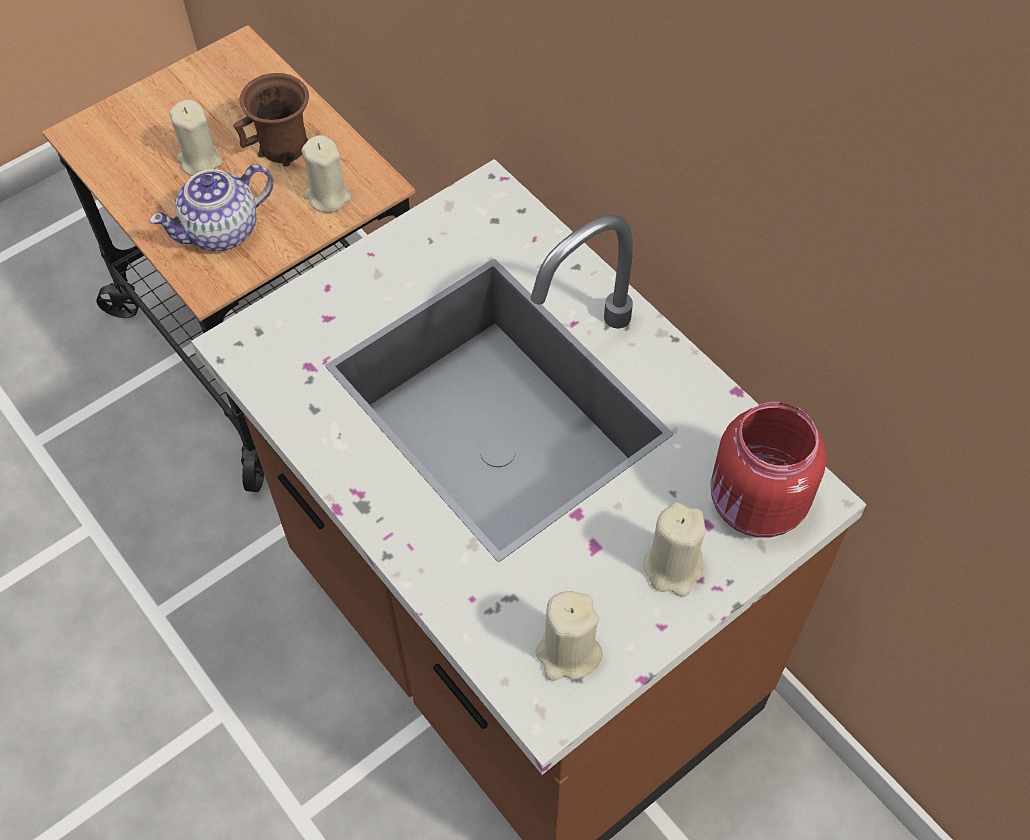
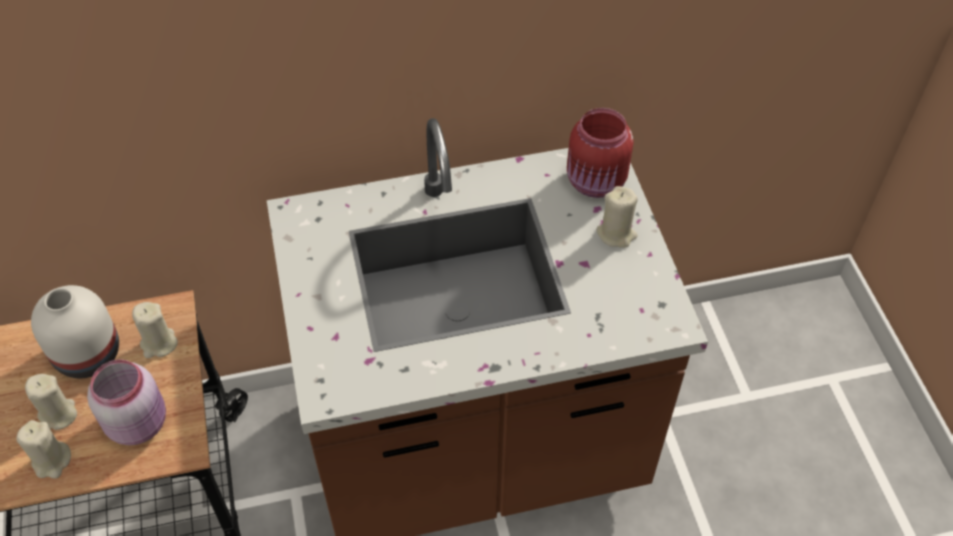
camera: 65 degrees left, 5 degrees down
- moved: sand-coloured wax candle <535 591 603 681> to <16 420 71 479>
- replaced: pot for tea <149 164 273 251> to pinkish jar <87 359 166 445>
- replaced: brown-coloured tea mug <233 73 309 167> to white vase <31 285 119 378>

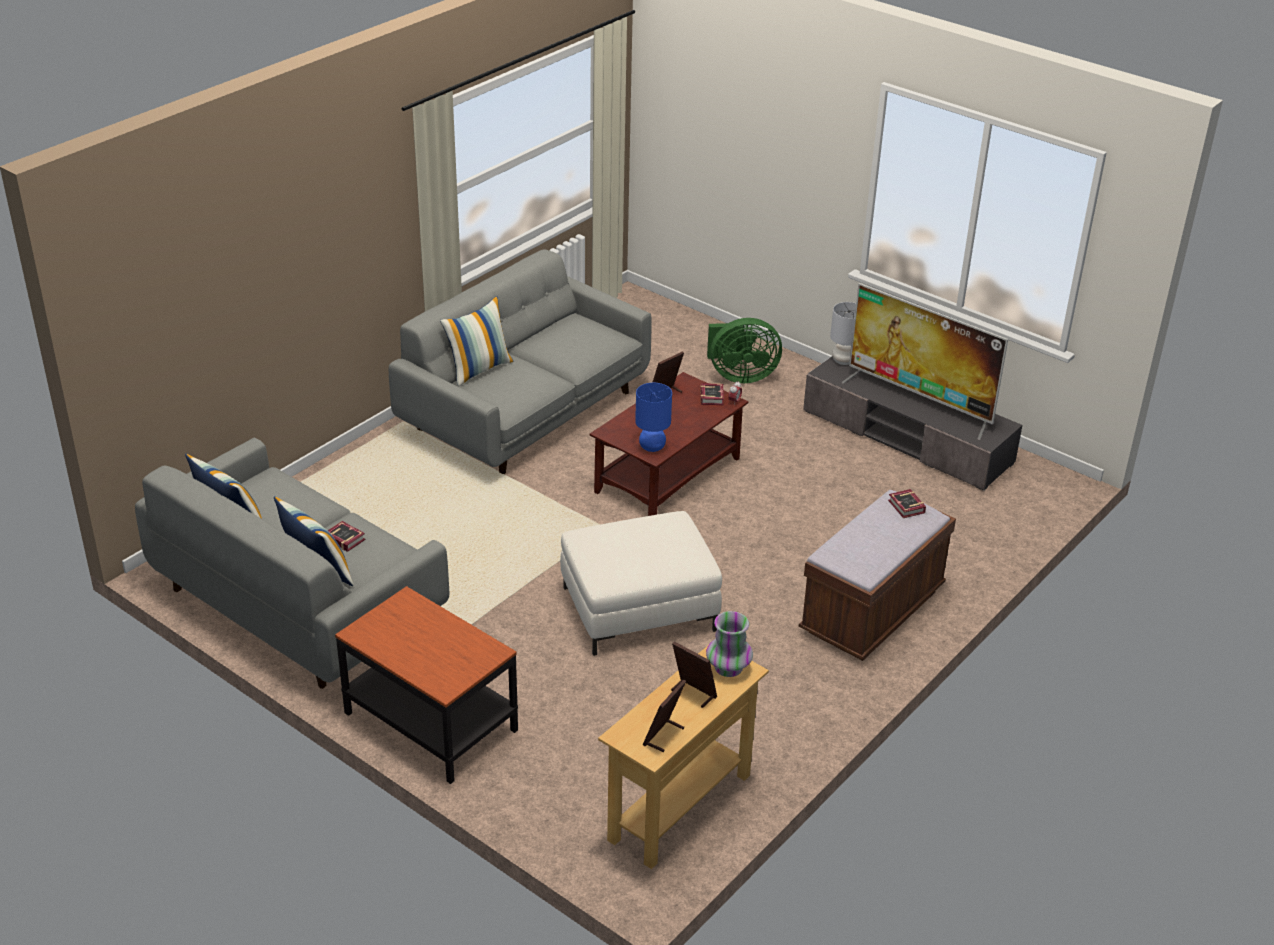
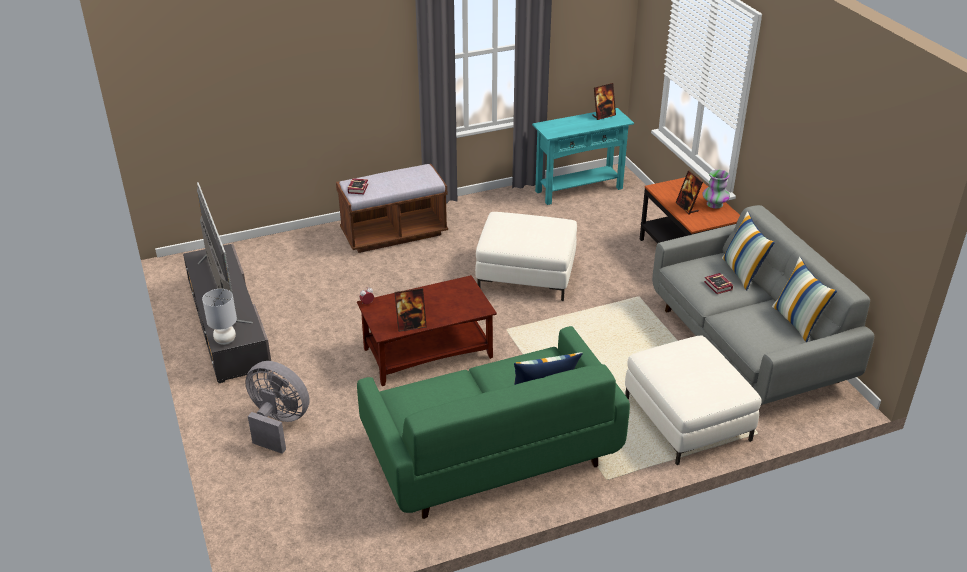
camera: 150 degrees left, 0 degrees up
- removed: blue-coloured lamp for a table <635 383 672 452>
- removed: bound book <700 383 724 405>
- added: white ottoman <625 336 762 465>
- moved: standing frame <671 641 717 708> to <676 170 703 215>
- moved: vase <706 611 753 677> to <703 169 730 209>
- recoloured: greyish settee <389 249 652 474> to green settee <357 326 630 519>
- recoloured: sand-coloured hall table <598 646 769 869> to turquoise-coloured hall table <532 108 634 205>
- recoloured: green electric fan <707 318 782 383> to greyish electric fan <245 361 310 454>

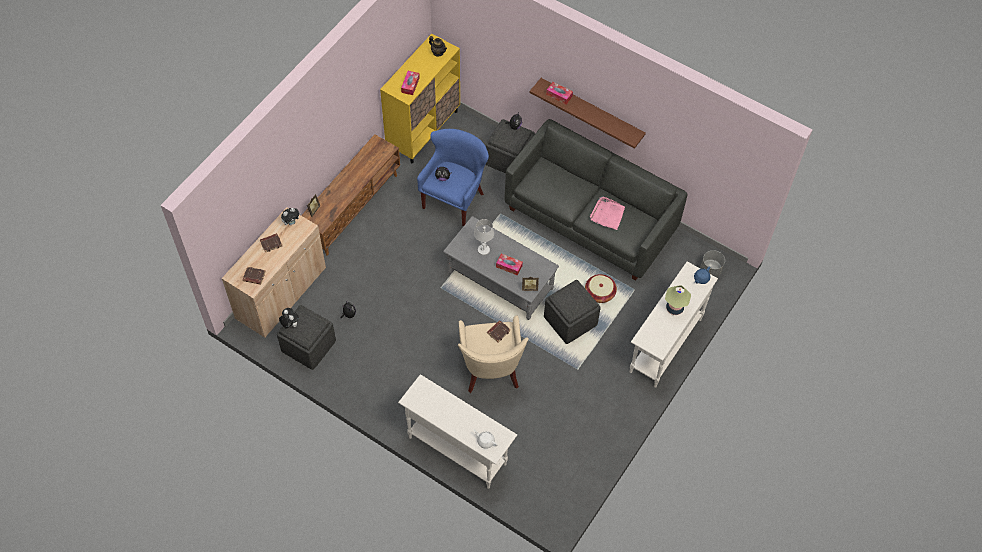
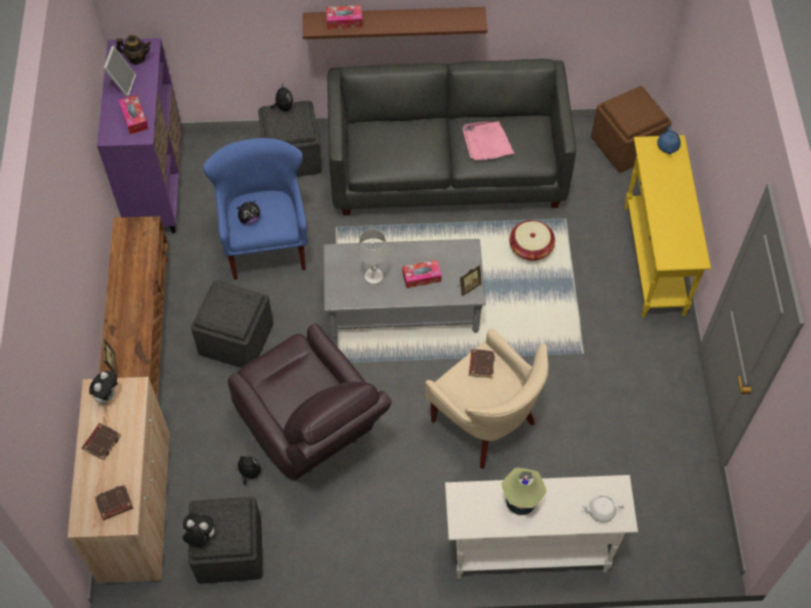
camera: 35 degrees left, 0 degrees up
- added: standing frame <104 46 136 97>
- added: brown-coloured easy chair <228 324 392 480>
- moved: greyish ottoman <544 280 601 344> to <191 280 273 368>
- moved: lamp for a table <665 285 691 315> to <501 468 547 515>
- replaced: greyish plant pot <701 250 725 277> to brown-coloured ottoman <591 86 672 173>
- recoloured: yellowish cupboard <380 34 460 163> to purplish cupboard <97 38 182 234>
- recoloured: white hall table <630 261 718 388> to yellowish hall table <624 135 711 318>

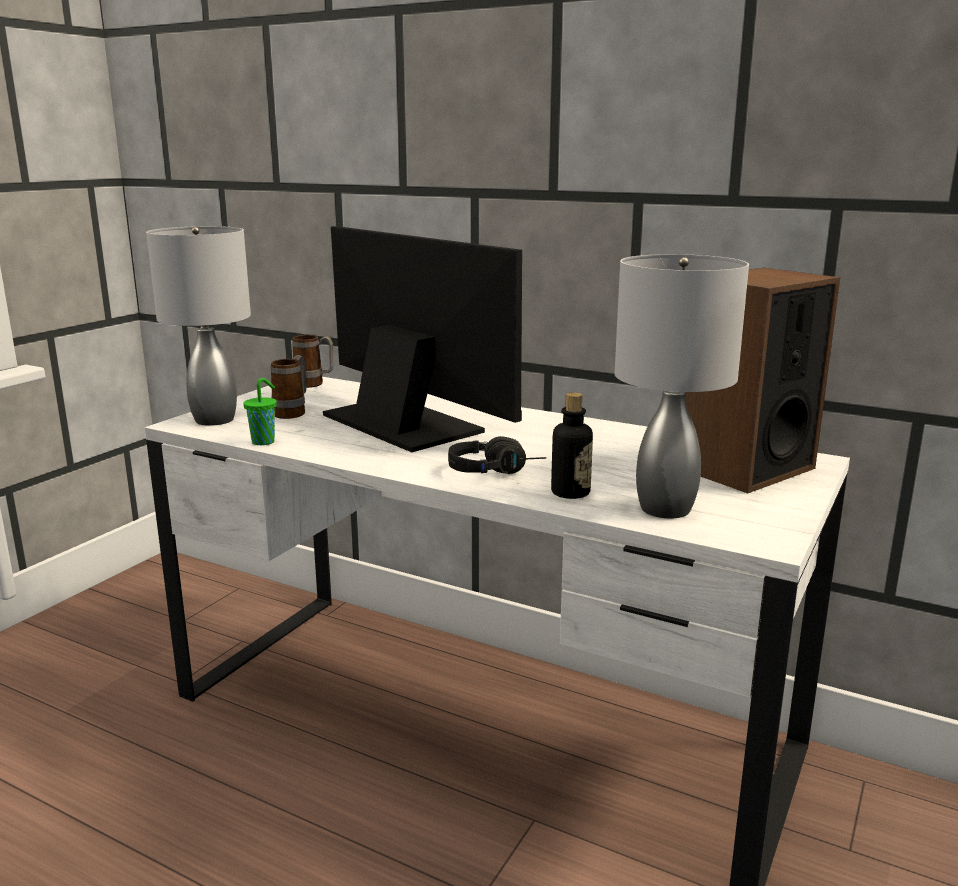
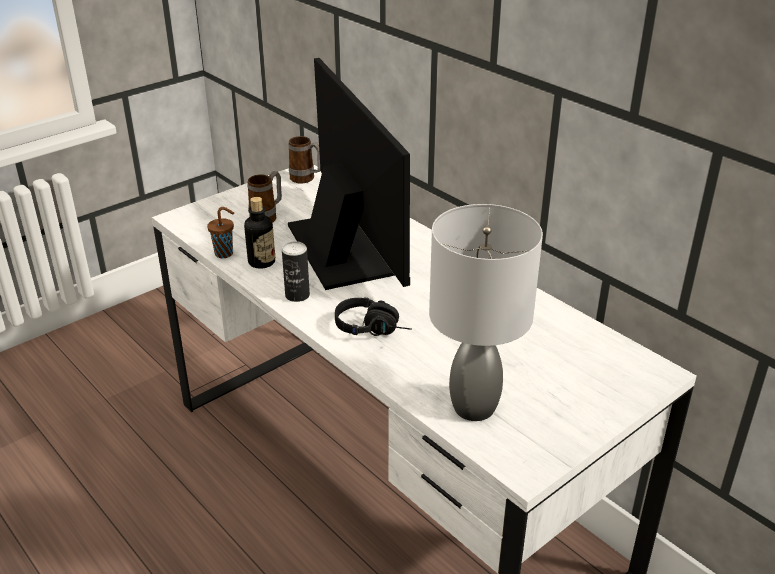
camera: 20 degrees right, 15 degrees up
- removed: greyish lamp for a table <146 226 251 426>
- removed: speaker <685 268 840 493>
- added: can <282 241 310 302>
- moved: bottle <551 392 593 499> to <244 197 275 269>
- recoloured: green small cup <243 378 277 445> to brown-coloured small cup <207 207 234 258>

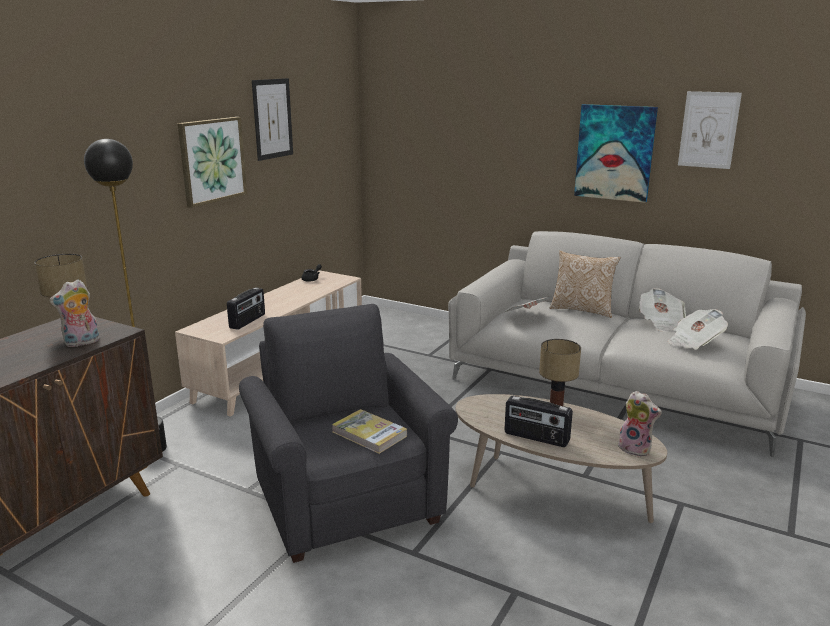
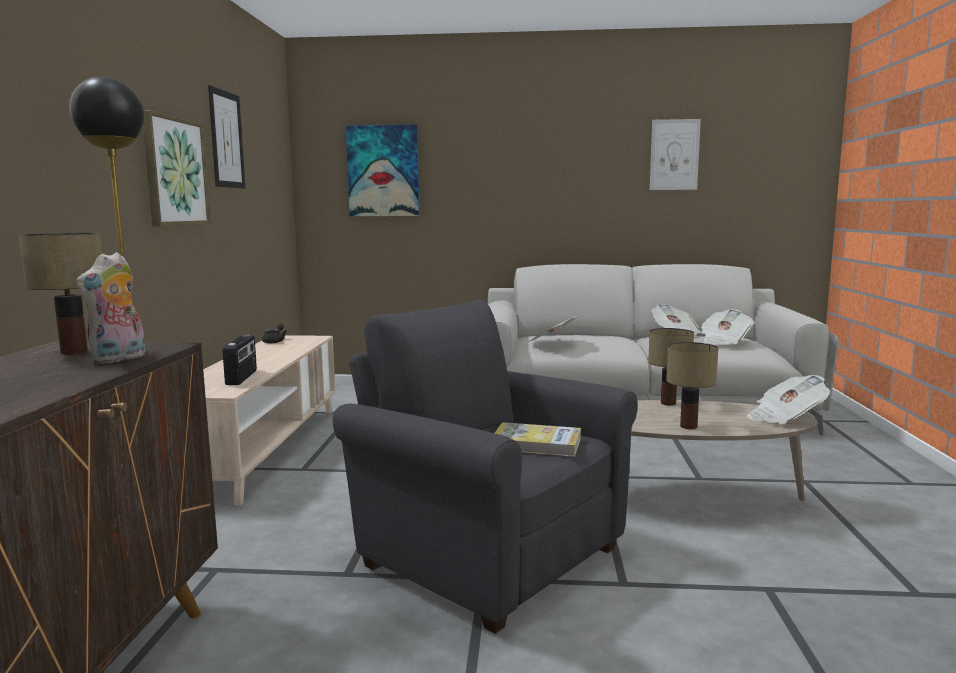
camera: 25 degrees left, 10 degrees down
- removed: throw pillow <550 250 621 318>
- moved: wall art <574 104 658 203> to <346 124 419 216>
- replaced: radio <504 396 573 447> to lamp for a table <666 342 718 429>
- replaced: soft toy <618 391 662 457> to daily paper <747 375 830 424>

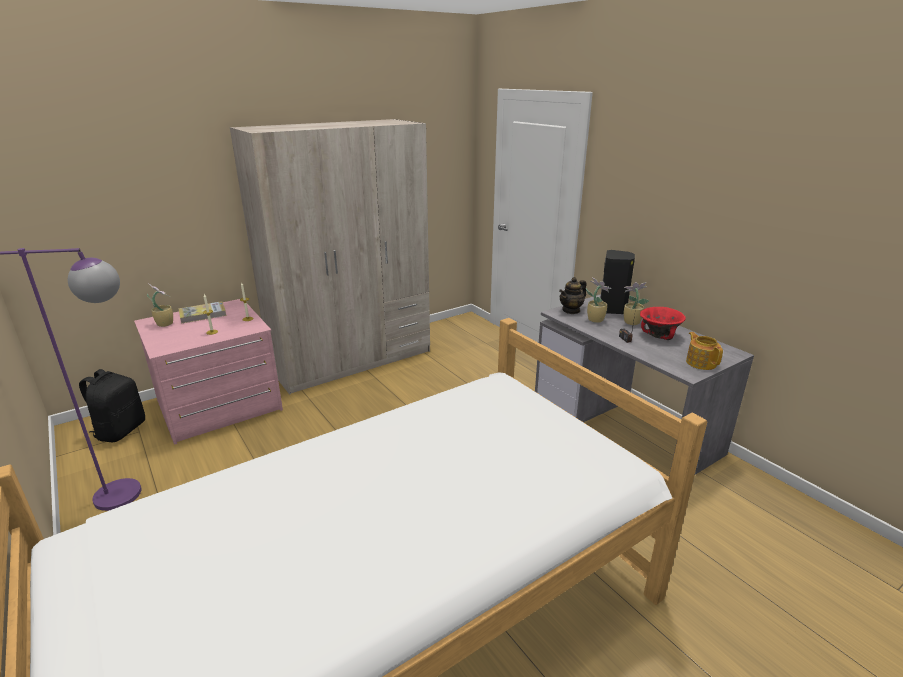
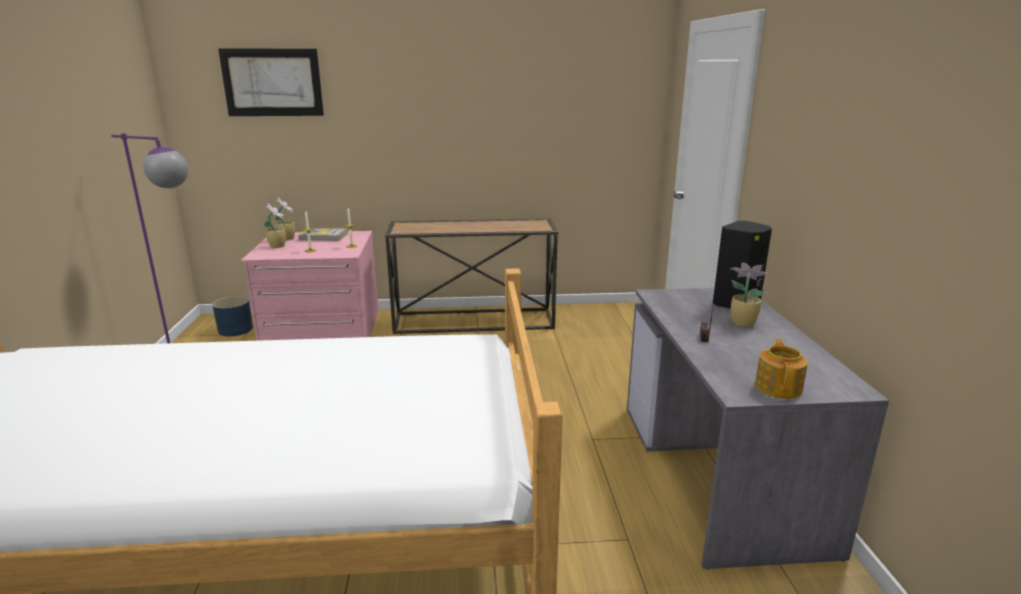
camera: 30 degrees right, 5 degrees down
- removed: pot for tea <559 277 587 314>
- removed: red deep dish <640 307 686 340>
- added: wall art <218 49 324 116>
- moved: houseplant <586 278 611 323> to <264 203 286 248>
- replaced: black-coloured rucksack <79 369 145 442> to blue-coloured plant pot <212 296 253 336>
- replaced: sand-coloured clothes cupboard <230 119 430 395> to hall table <385 218 559 334>

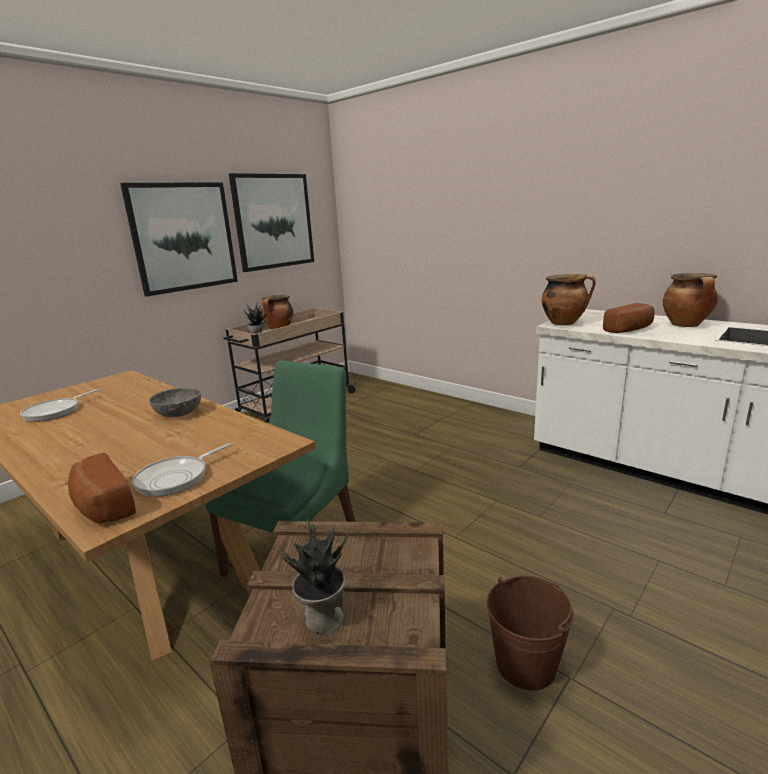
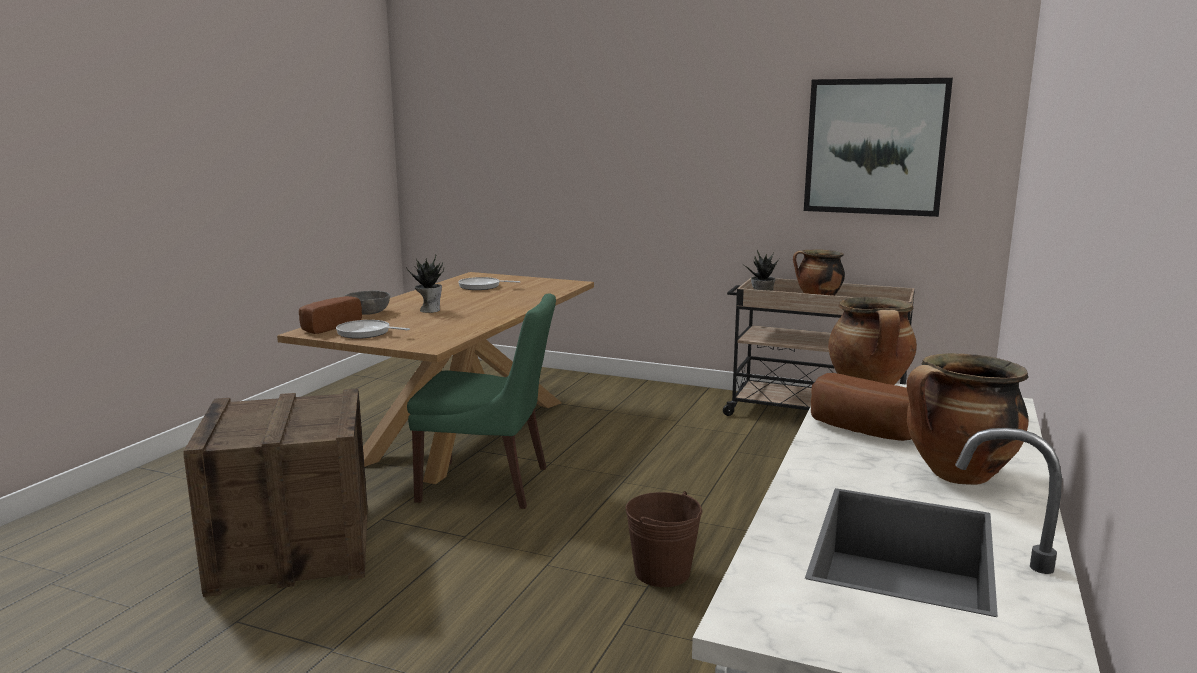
camera: 70 degrees right, 5 degrees down
- removed: wall art <120 182 238 296>
- moved: greyish deep dish <149 388 201 417> to <344 291 390 315>
- moved: houseplant <273 518 349 635> to <406 254 444 313>
- moved: brown-coloured pail <487 575 574 691> to <625 491 702 587>

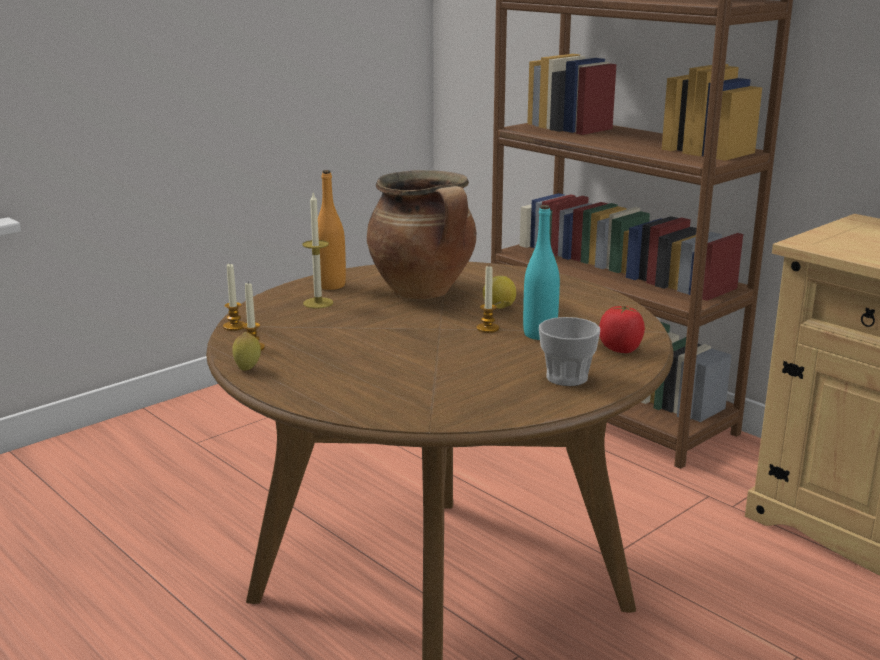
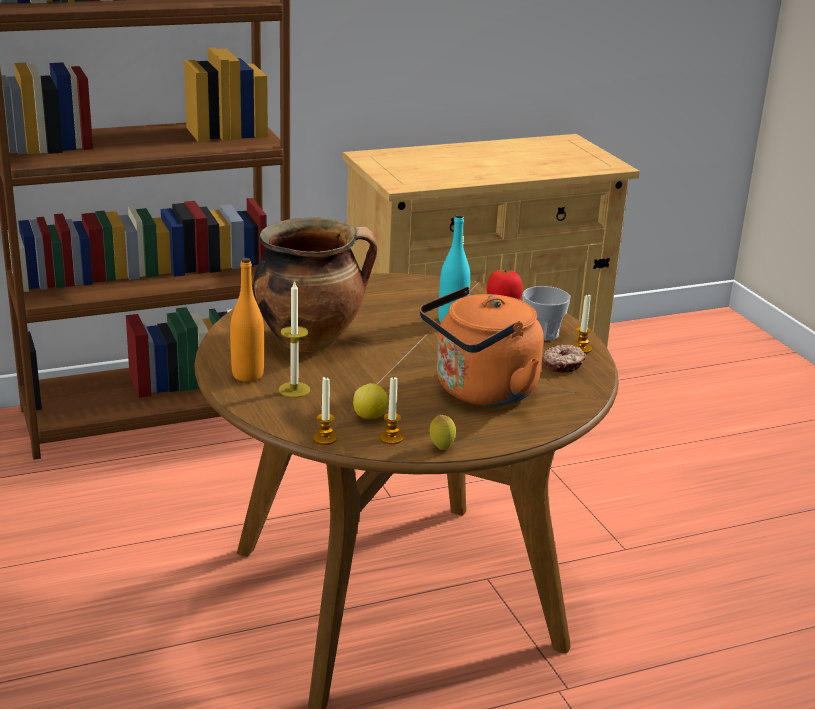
camera: 70 degrees left, 5 degrees up
- added: orangey tea kettle <420 287 543 406>
- added: donut <542 344 586 373>
- moved: wax candle <477 266 499 333> to <573 295 592 353>
- moved: lemon <483 276 516 309> to <353 383 388 419>

